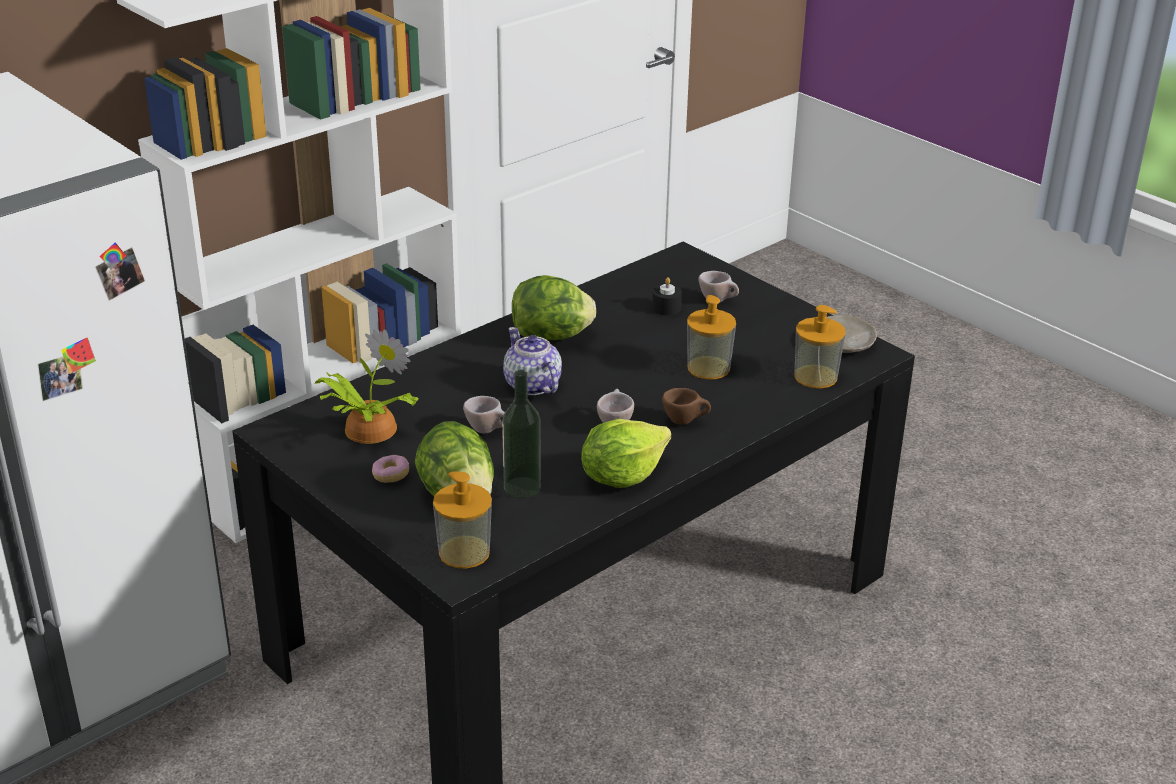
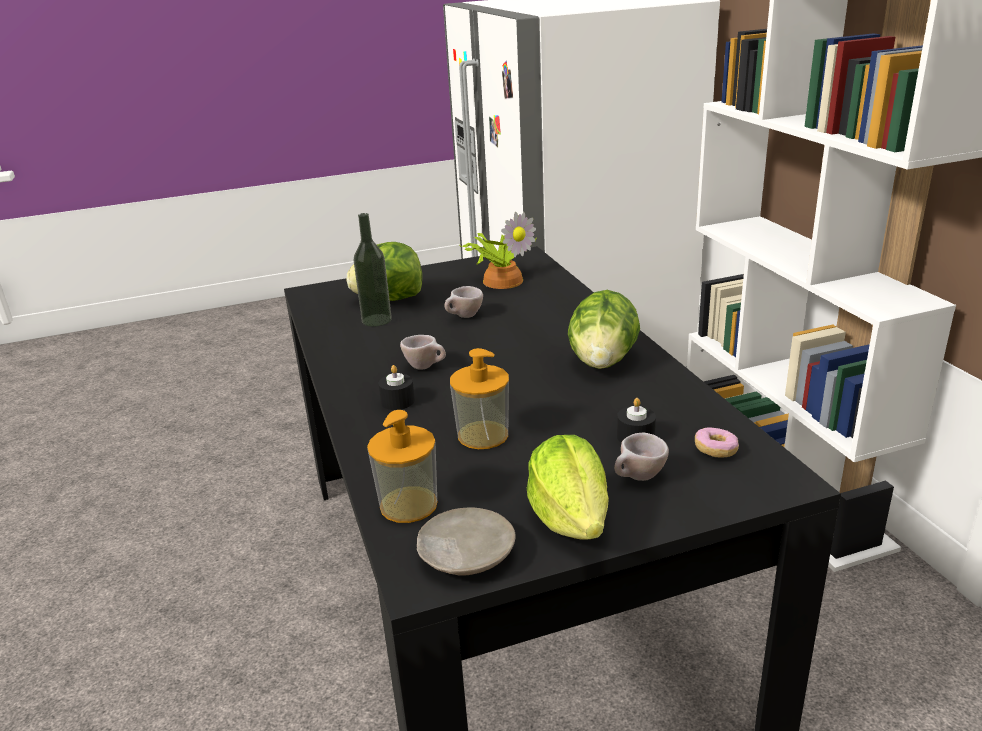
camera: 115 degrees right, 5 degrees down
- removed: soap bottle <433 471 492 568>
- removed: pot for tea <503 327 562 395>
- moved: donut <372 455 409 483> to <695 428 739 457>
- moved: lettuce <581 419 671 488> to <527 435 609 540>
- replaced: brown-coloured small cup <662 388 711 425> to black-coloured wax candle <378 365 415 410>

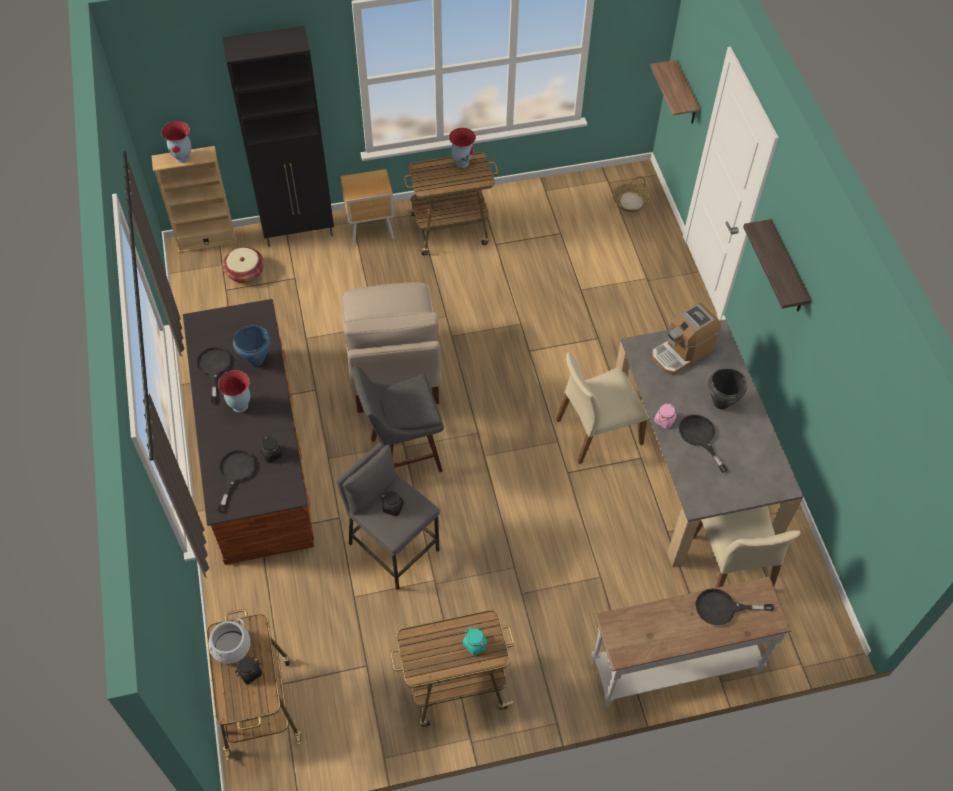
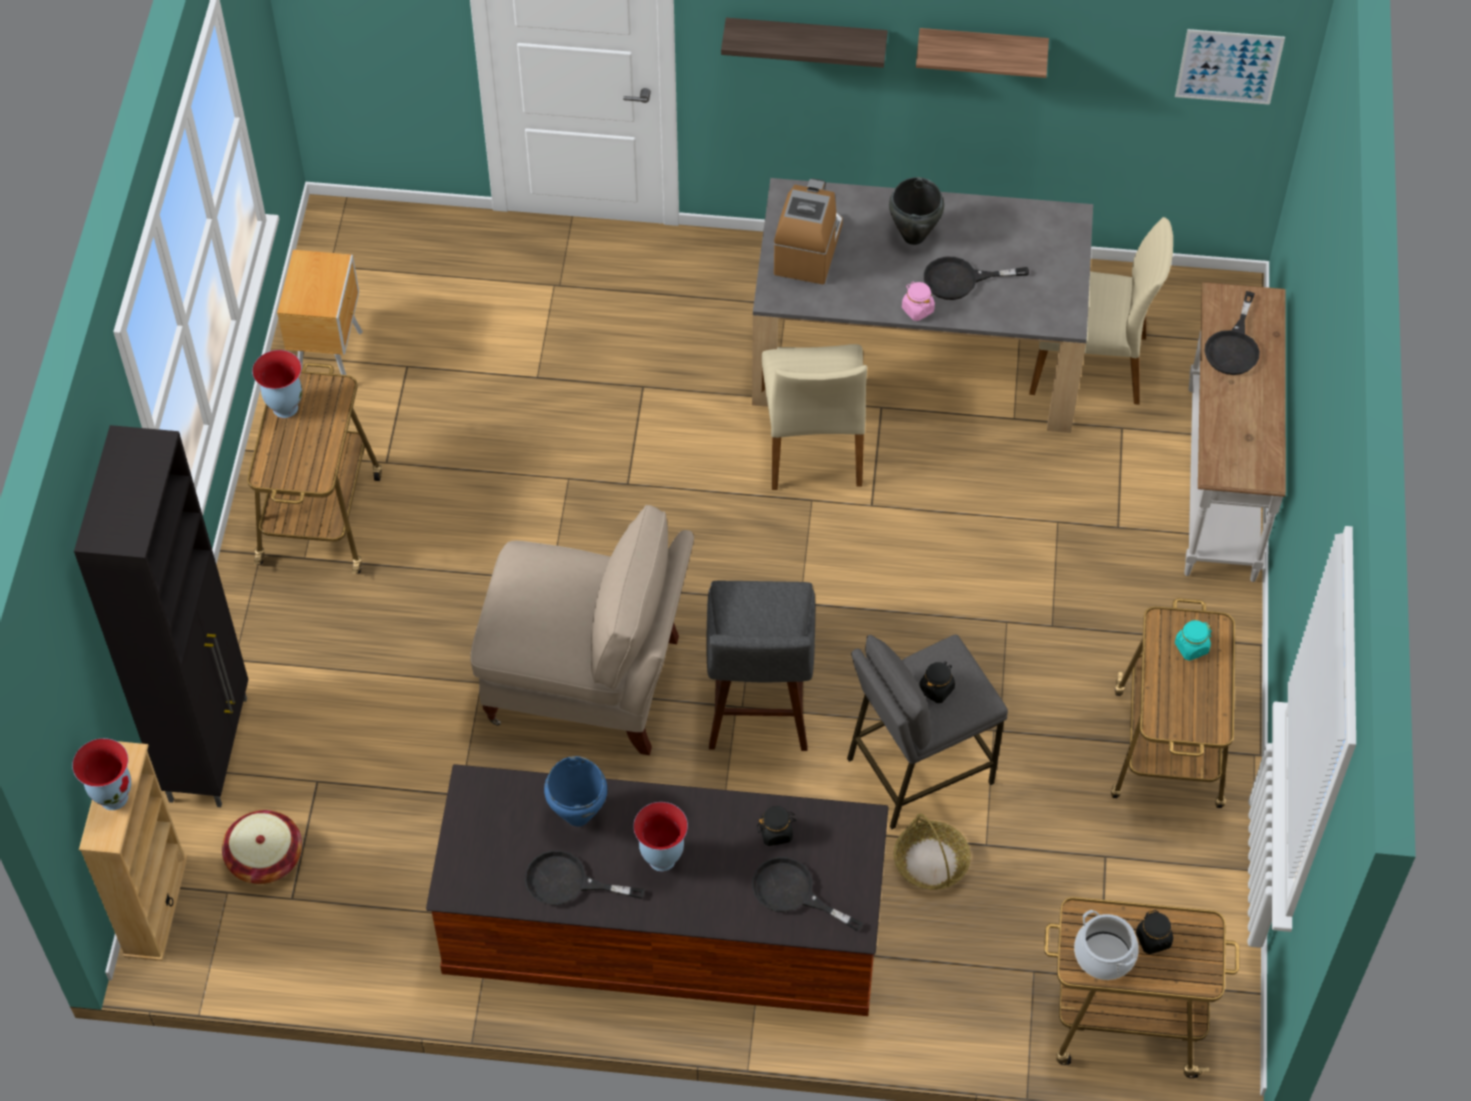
camera: 70 degrees left, 0 degrees up
- added: wall art <1175 29 1285 105>
- moved: brown-coloured night table <341 169 394 246> to <277 250 363 375>
- moved: basket <612 176 650 212> to <893 813 971 890>
- moved: shelf <650 60 701 124> to <916 28 1049 78>
- turned: coffee machine <652 302 721 375> = <774 178 843 284> 150 degrees counterclockwise

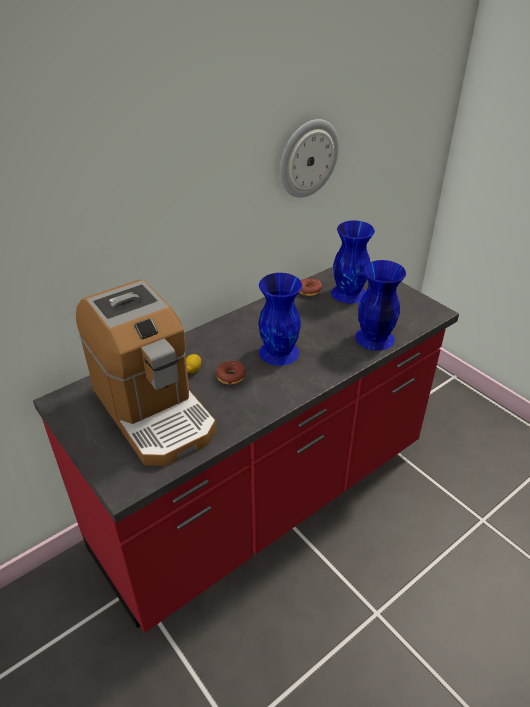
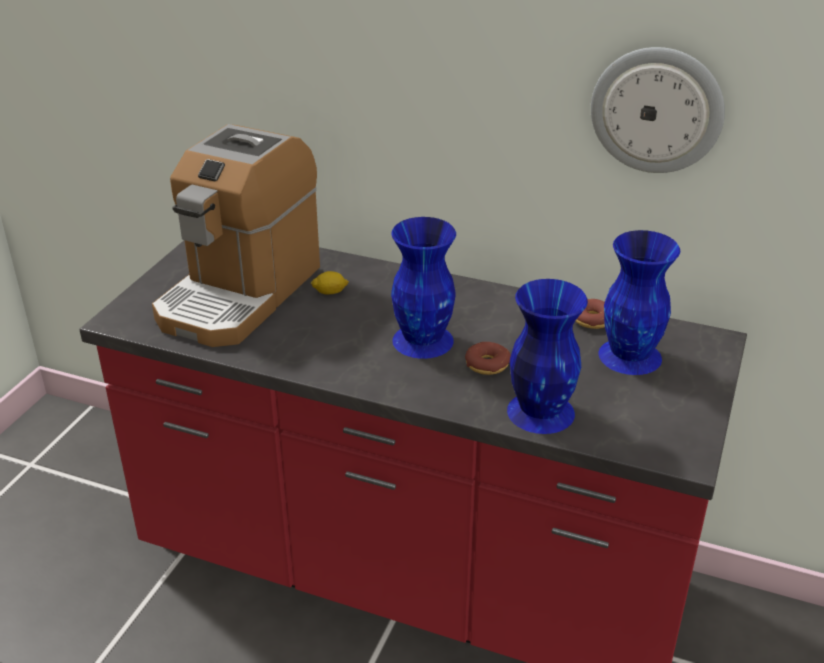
camera: 60 degrees right, 5 degrees down
- moved: donut <216 361 246 385> to <465 342 511 375>

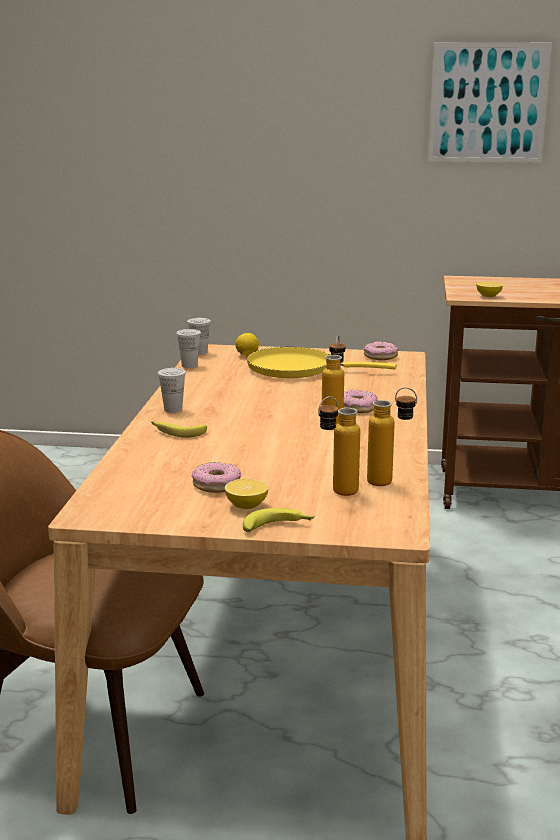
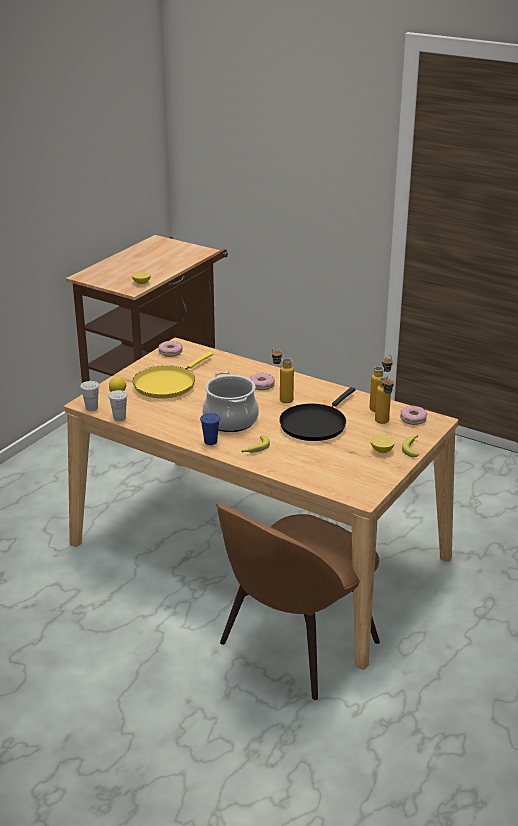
camera: 65 degrees left, 10 degrees up
- removed: wall art <428 42 552 163>
- added: cooking pot <202 371 259 432>
- added: black-coloured skillet <279 387 355 441>
- moved: donut <192 462 241 493> to <400 406 427 425>
- recoloured: white small cup <158 368 186 413> to blue-coloured small cup <200 413 220 445>

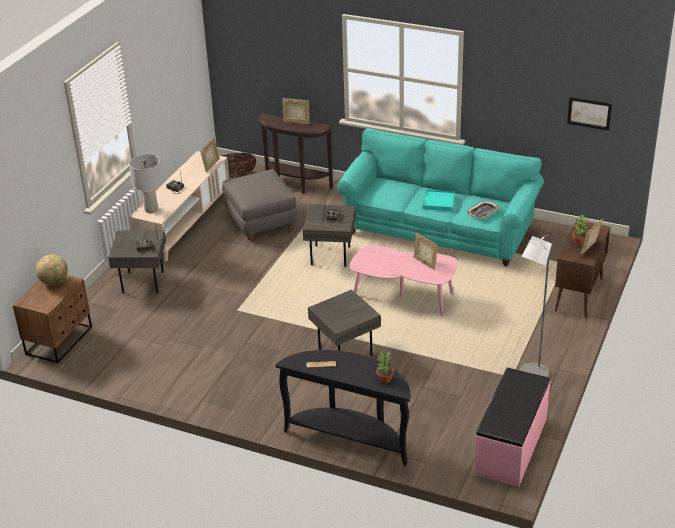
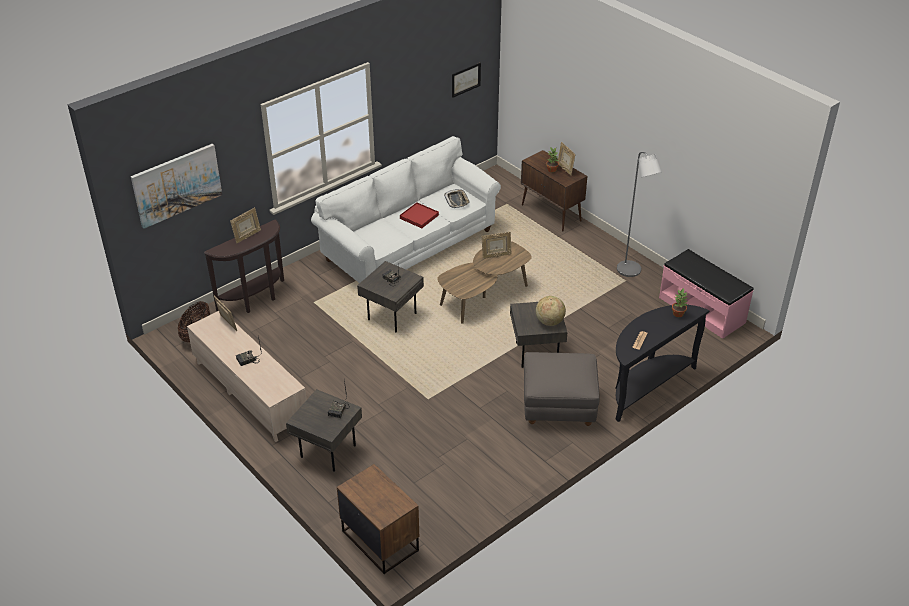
camera: 65 degrees left, 5 degrees up
- removed: greyish lamp for a table <129 154 163 213>
- added: wall art <131 144 222 229>
- moved: desk globe <36 254 68 286> to <536 296 566 326>
- moved: greyish ottoman <222 169 297 240> to <524 352 599 426>
- recoloured: turquoise-coloured settee <337 128 544 266> to white settee <311 136 501 283>
- recoloured: pinkish low table <350 245 458 316> to brown-coloured low table <437 241 531 324>
- recoloured: turquoise-coloured carrying tray <422 190 455 211> to red carrying tray <400 202 439 228>

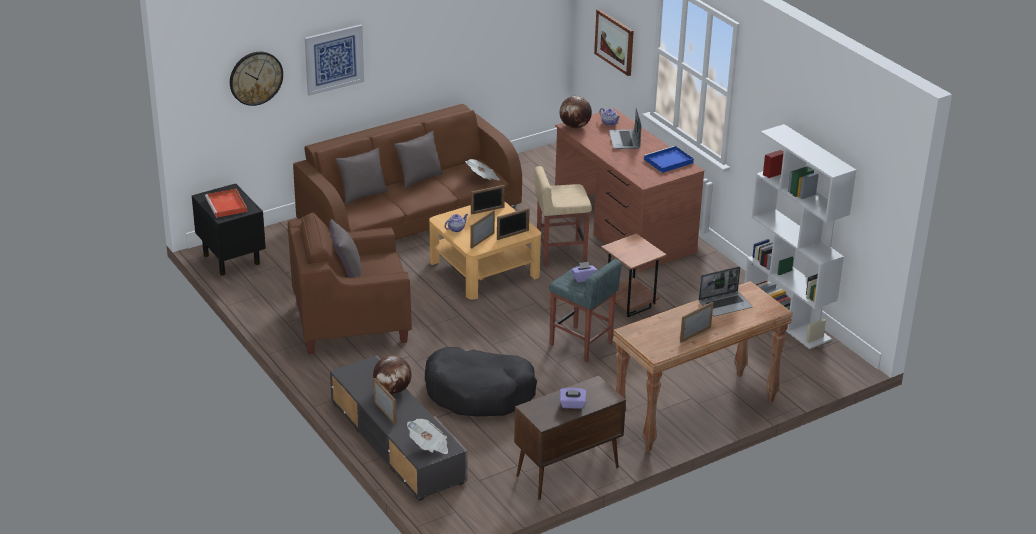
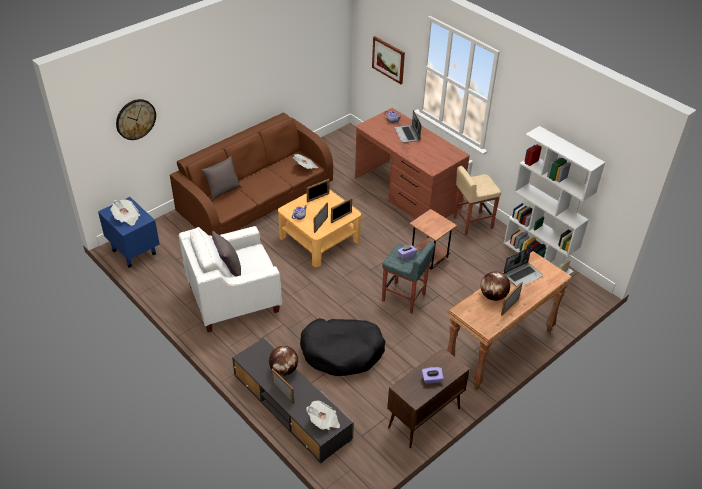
camera: 10 degrees left, 10 degrees up
- removed: wall art <305 24 364 96>
- removed: greyish throw pillow <394 131 443 189>
- removed: blue-coloured carrying tray <644 146 694 173>
- moved: sand-coloured sitting stool <534 166 592 267> to <454 166 501 235>
- moved: desk globe <559 96 592 128> to <481 271 510 301>
- replaced: red carrying tray <205 189 247 218> to daily paper <111 199 140 226>
- recoloured: black-coloured night table <192 184 266 275> to blue-coloured night table <98 197 160 268>
- recoloured: brown-coloured easy chair <288 212 412 354> to white easy chair <179 226 282 332>

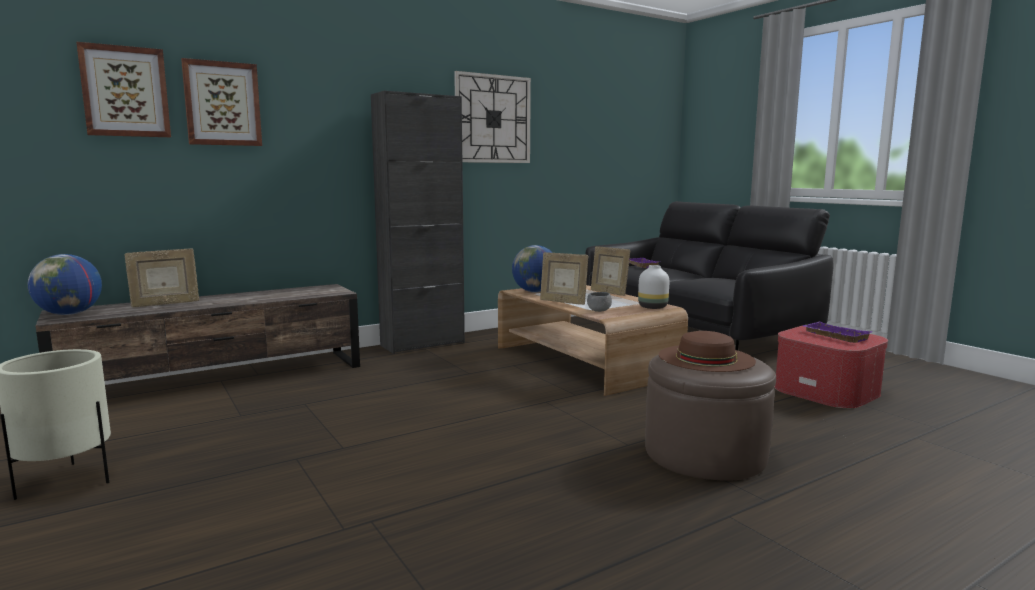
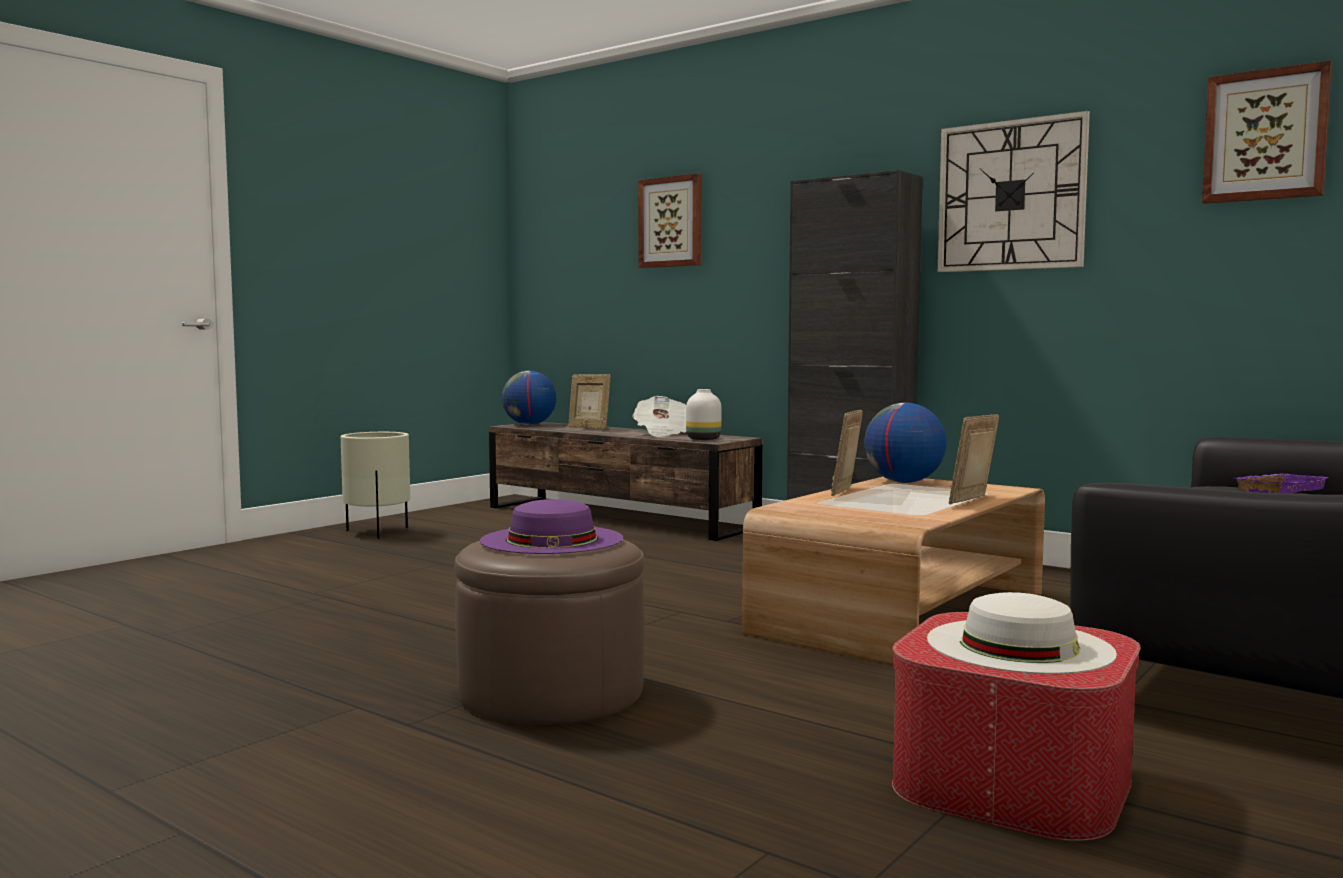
camera: 70 degrees right, 5 degrees down
- removed: greyish deep dish <587 292 612 312>
- added: daily paper <632 396 686 437>
- moved: wall art <76 42 171 137> to <1202 60 1332 204>
- moved: white vase <638 265 669 309> to <686 389 722 440>
- replaced: purplish carrying tray <803 322 873 343> to white hat <927 592 1117 674>
- recoloured: brown-coloured hat <659 331 756 372> to purplish hat <480 499 623 554>

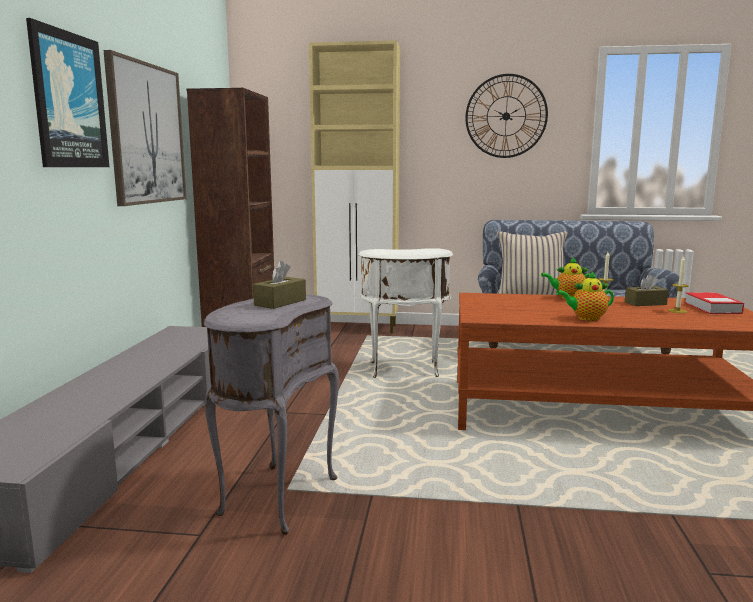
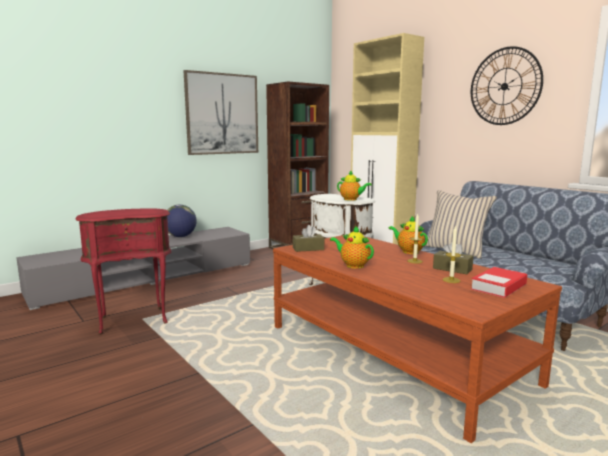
camera: 45 degrees right, 0 degrees up
- removed: wall art <26 18 109 167>
- added: desk globe <167 205 197 237>
- added: pot for tea <337 170 372 201>
- moved: brown-coloured tissue box <253 261 306 309> to <293 225 324 252>
- recoloured: greyish end table <204 294 339 535> to red end table <76 208 172 335>

